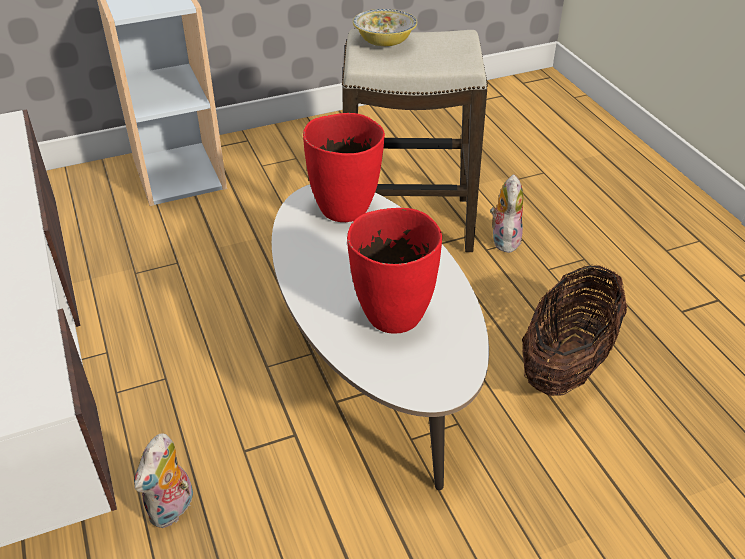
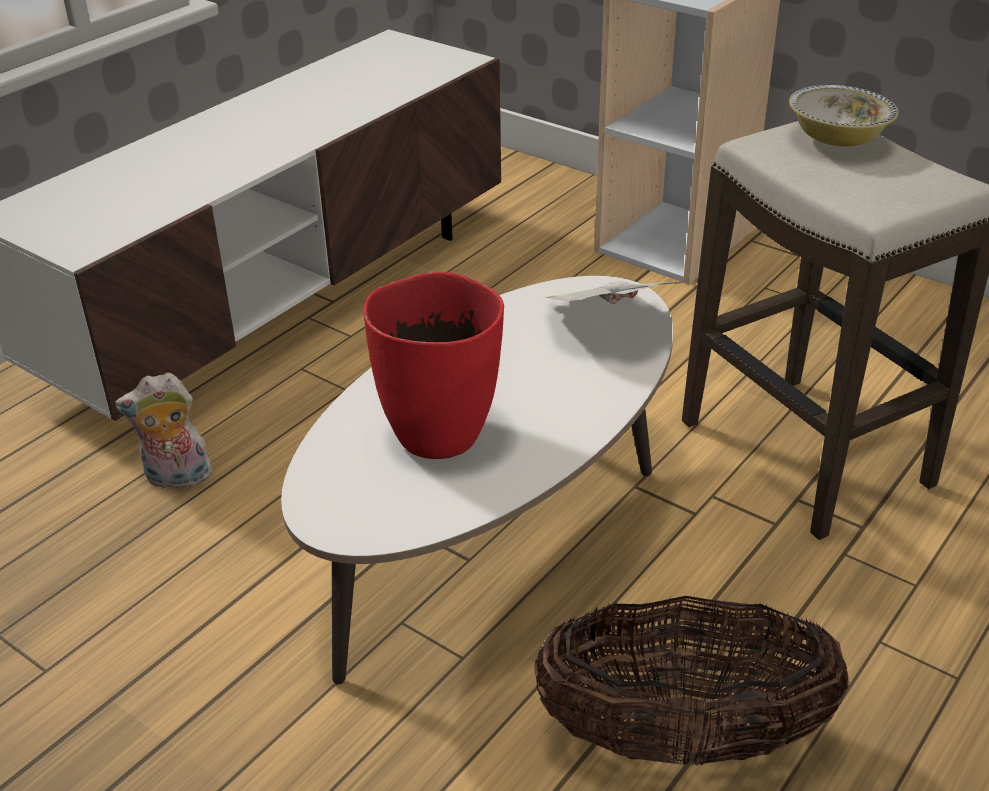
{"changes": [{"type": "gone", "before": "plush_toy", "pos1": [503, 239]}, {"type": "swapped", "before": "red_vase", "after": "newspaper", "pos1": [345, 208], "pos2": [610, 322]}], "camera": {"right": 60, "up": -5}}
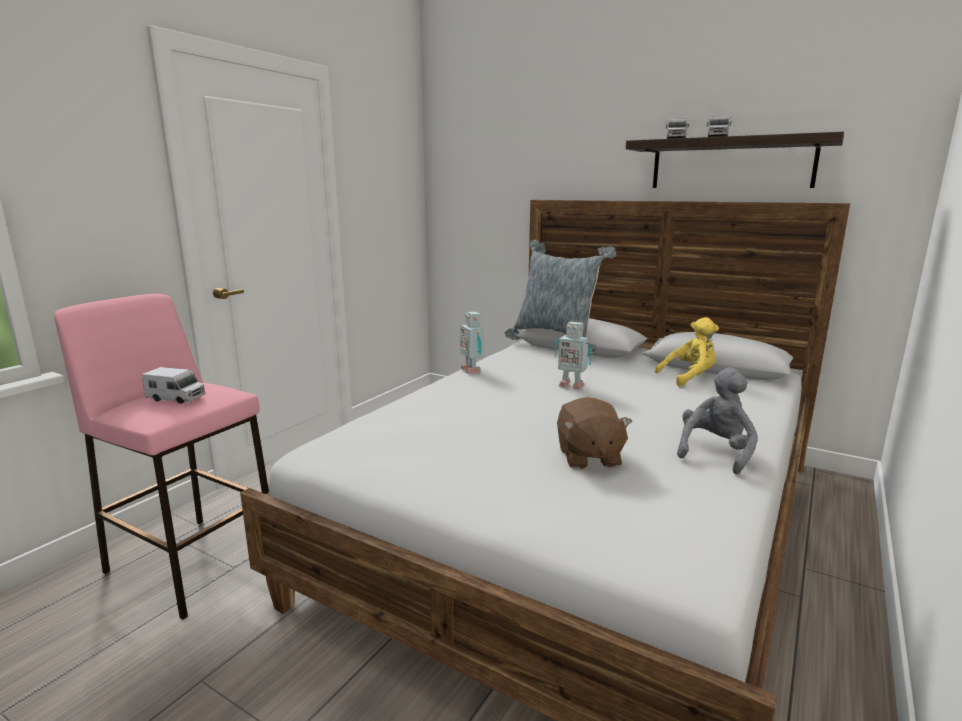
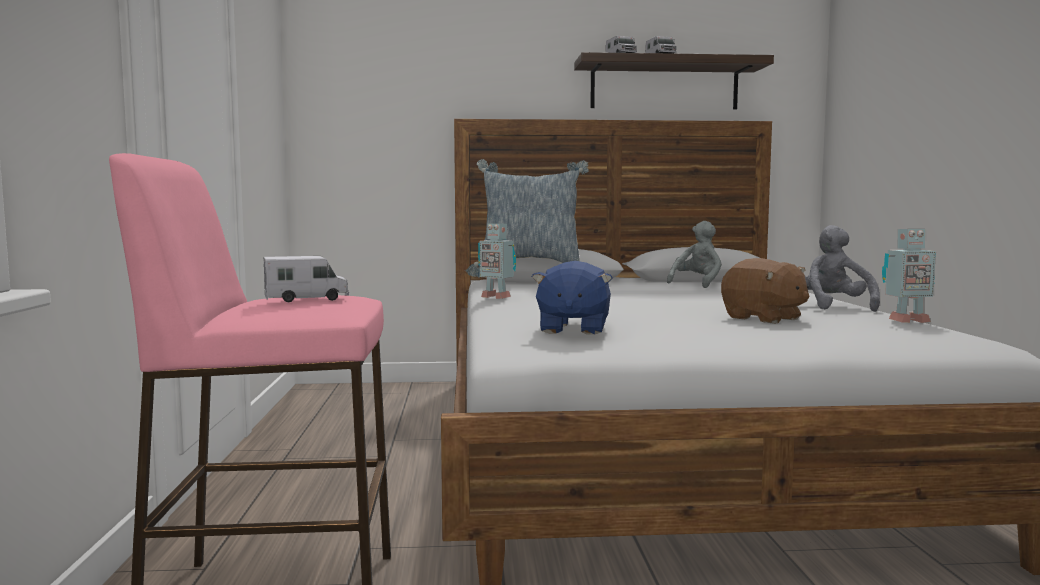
{"changes": [{"type": "new", "after": "blue_plush_toy", "pos2": [572, 329]}, {"type": "shifted", "before": "toy_robot", "pos1": [571, 385], "pos2": [906, 321]}, {"type": "repainted", "before": "yellow_plush_toy", "after": "grey_plush_toy", "pos1": [689, 377], "pos2": [697, 284]}], "camera": {"right": -35, "up": -10}}
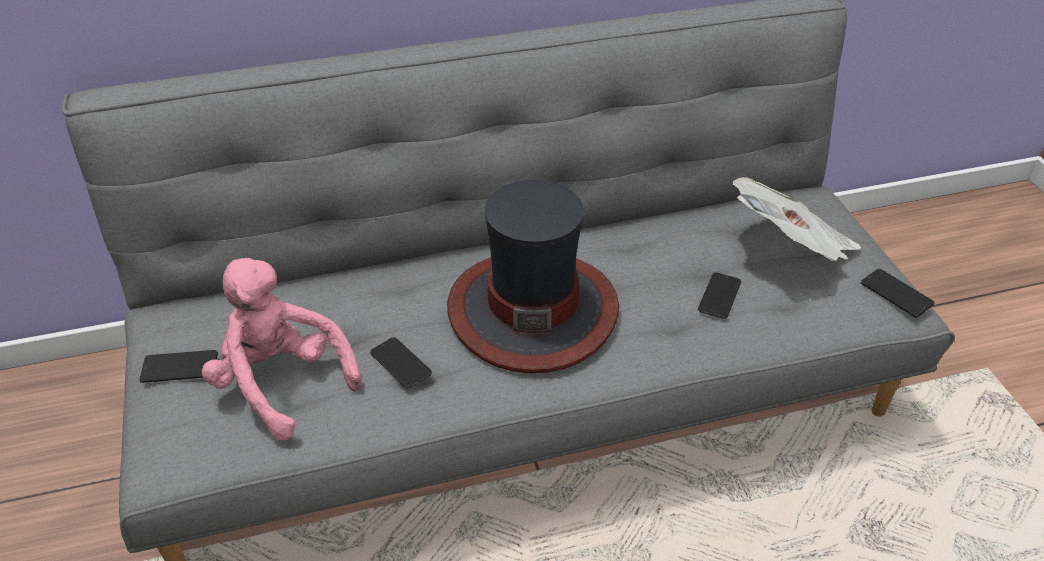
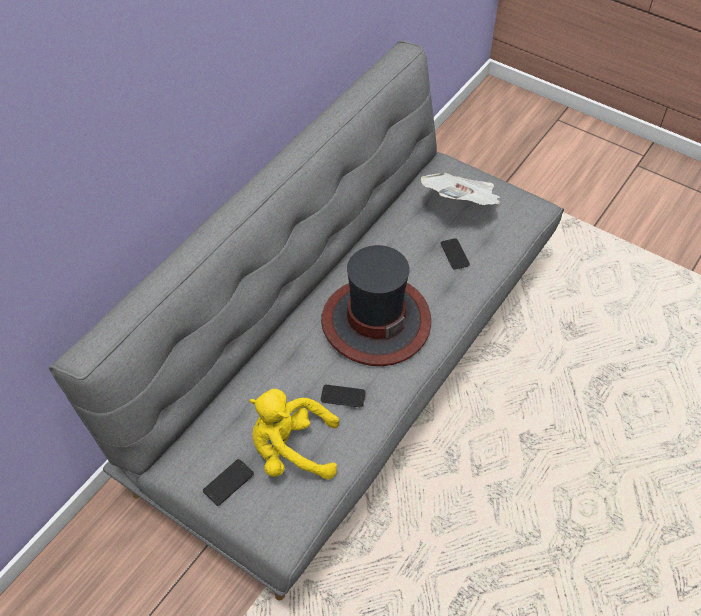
{"changes": [{"type": "gone", "before": "phone", "pos1": [896, 293]}, {"type": "repainted", "before": "pink_plush_toy", "after": "yellow_plush_toy", "pos1": [281, 383], "pos2": [292, 450]}], "camera": {"right": -40, "up": 10}}
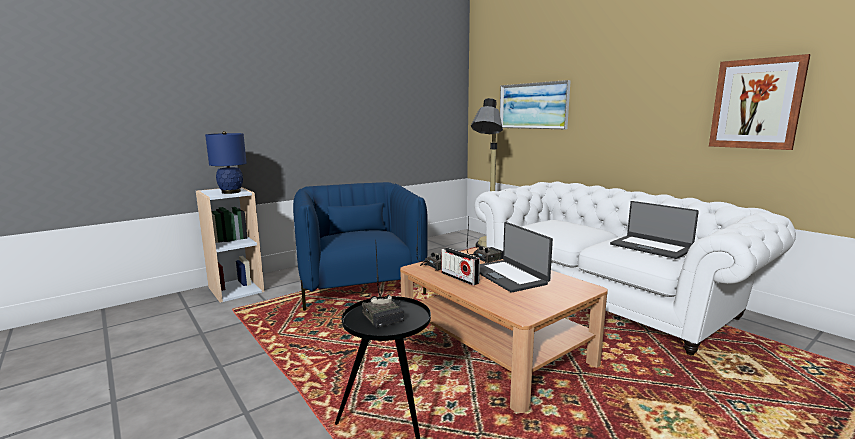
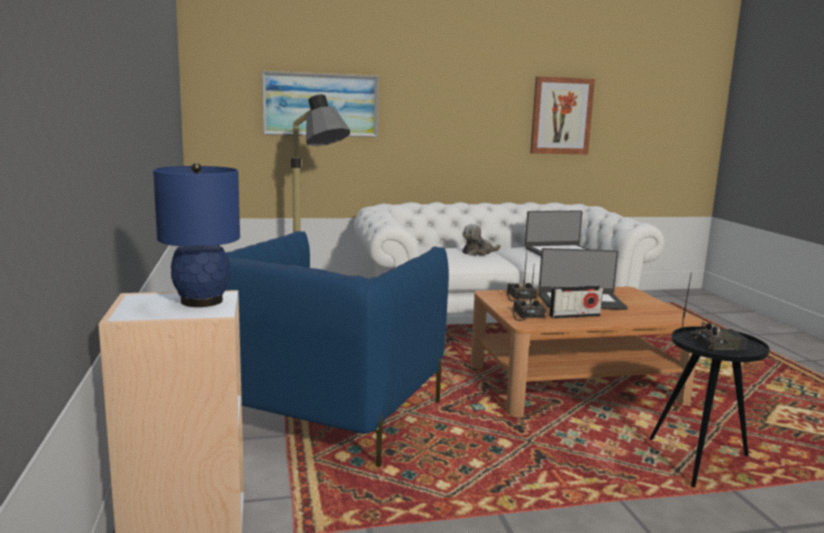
{"changes": [{"type": "new", "after": "plush_toy", "pos2": [478, 252]}, {"type": "rotated", "before": "blue_armchair", "pos1": [360, 285], "pos2": [324, 411], "turn": -75}], "camera": {"right": -65, "up": 0}}
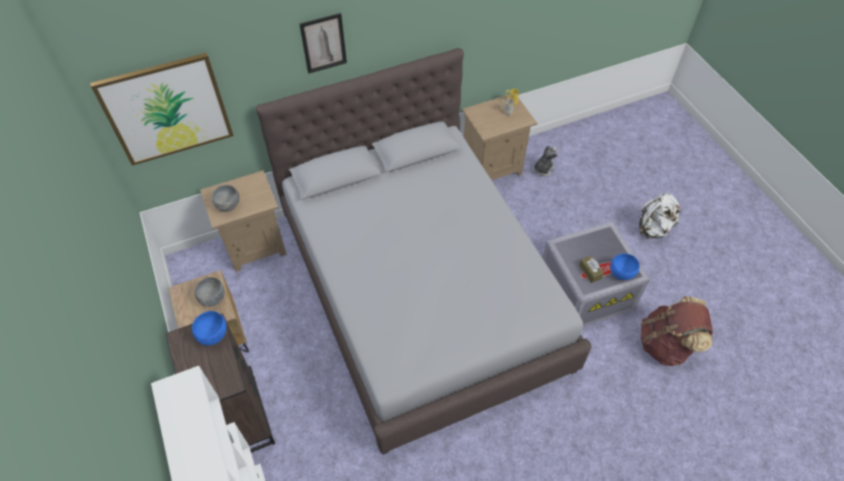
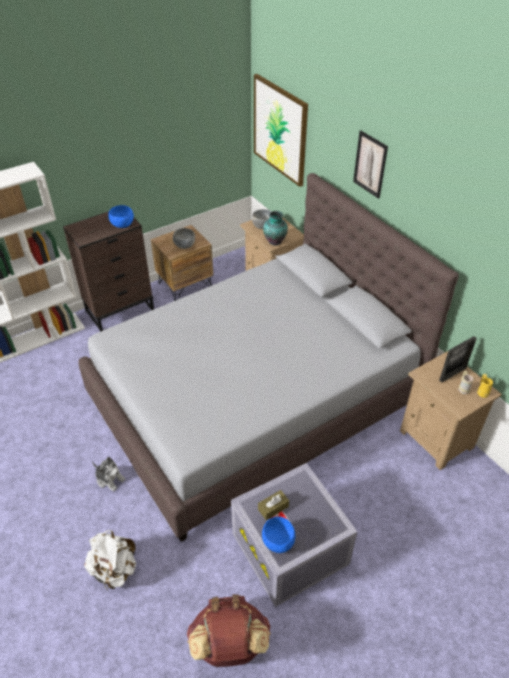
{"changes": [{"type": "new", "after": "vase", "pos2": [275, 241]}, {"type": "new", "after": "picture_frame", "pos2": [452, 374]}, {"type": "shifted", "before": "plush_toy", "pos1": [543, 169], "pos2": [110, 479]}, {"type": "shifted", "before": "white_backpack", "pos1": [654, 228], "pos2": [114, 570]}], "camera": {"right": 80, "up": -10}}
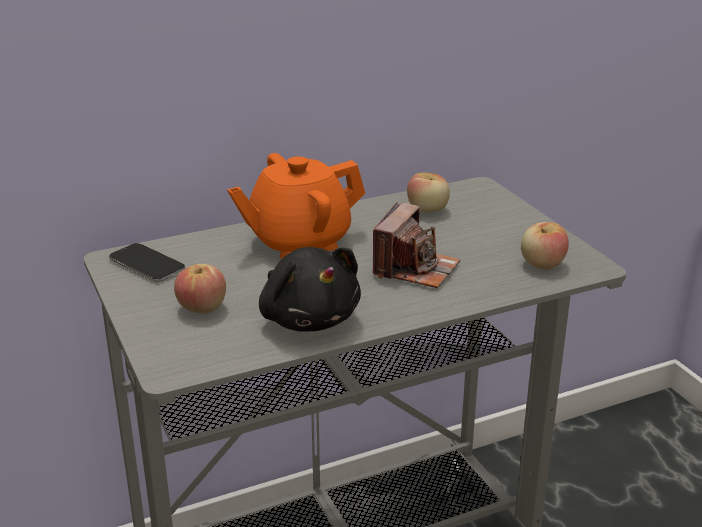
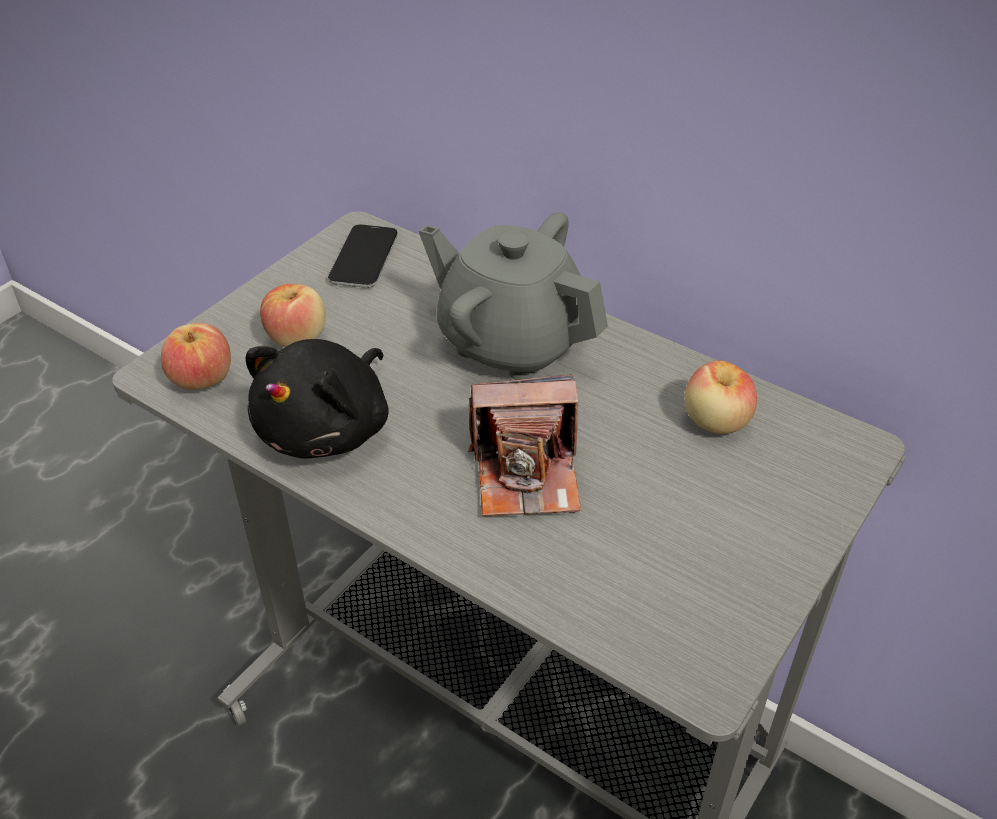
{"changes": [{"type": "shifted", "before": "apple", "pos1": [542, 264], "pos2": [201, 379]}, {"type": "repainted", "before": "orange_teapot", "after": "grey_teapot", "pos1": [298, 242], "pos2": [511, 342]}], "camera": {"right": 60, "up": 15}}
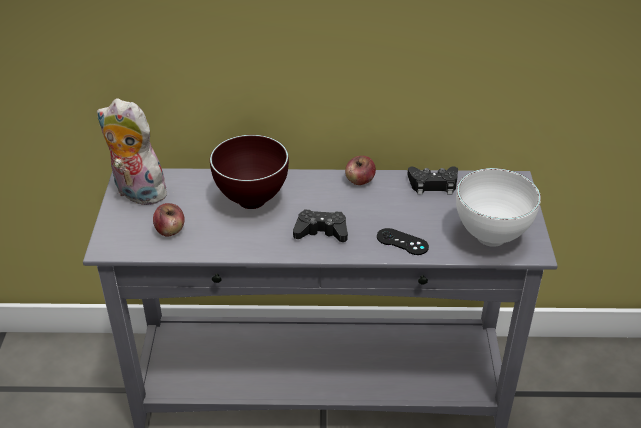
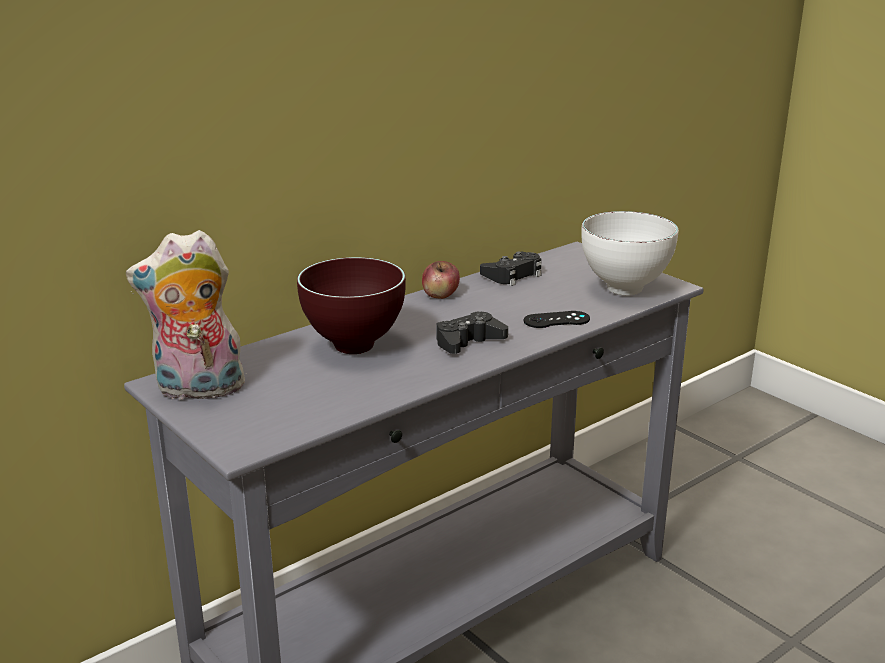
{"changes": [{"type": "gone", "before": "apple", "pos1": [170, 230]}], "camera": {"right": -40, "up": -15}}
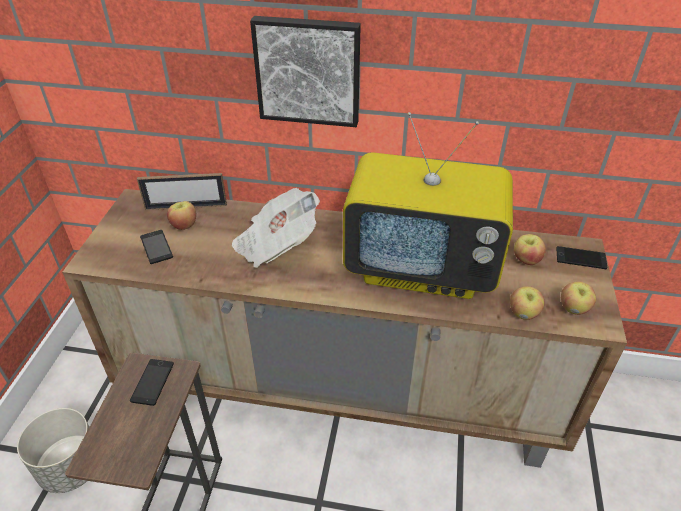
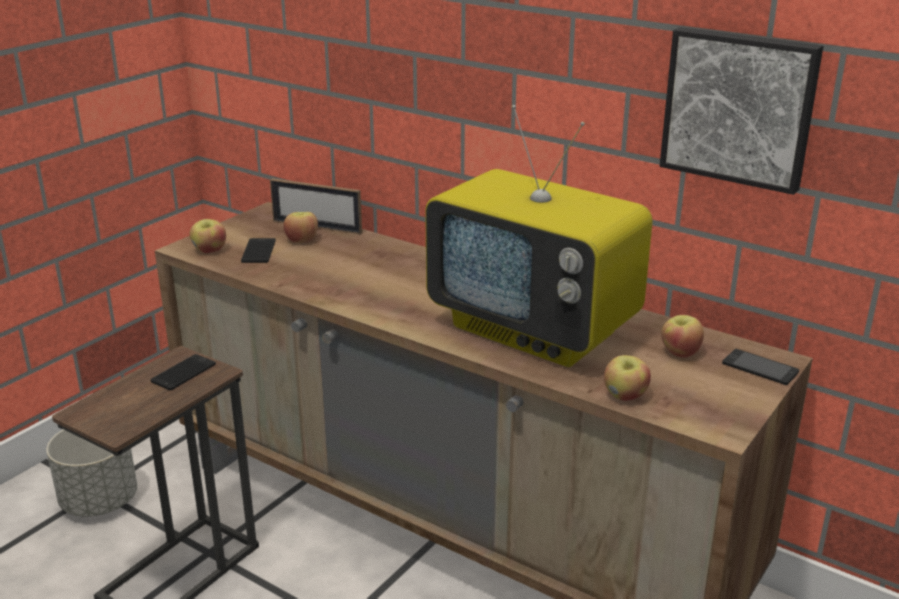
{"changes": [{"type": "gone", "before": "newspaper", "pos1": [276, 244]}, {"type": "shifted", "before": "picture", "pos1": [308, 71], "pos2": [739, 108]}, {"type": "shifted", "before": "apple", "pos1": [574, 309], "pos2": [209, 250]}], "camera": {"right": 25, "up": -15}}
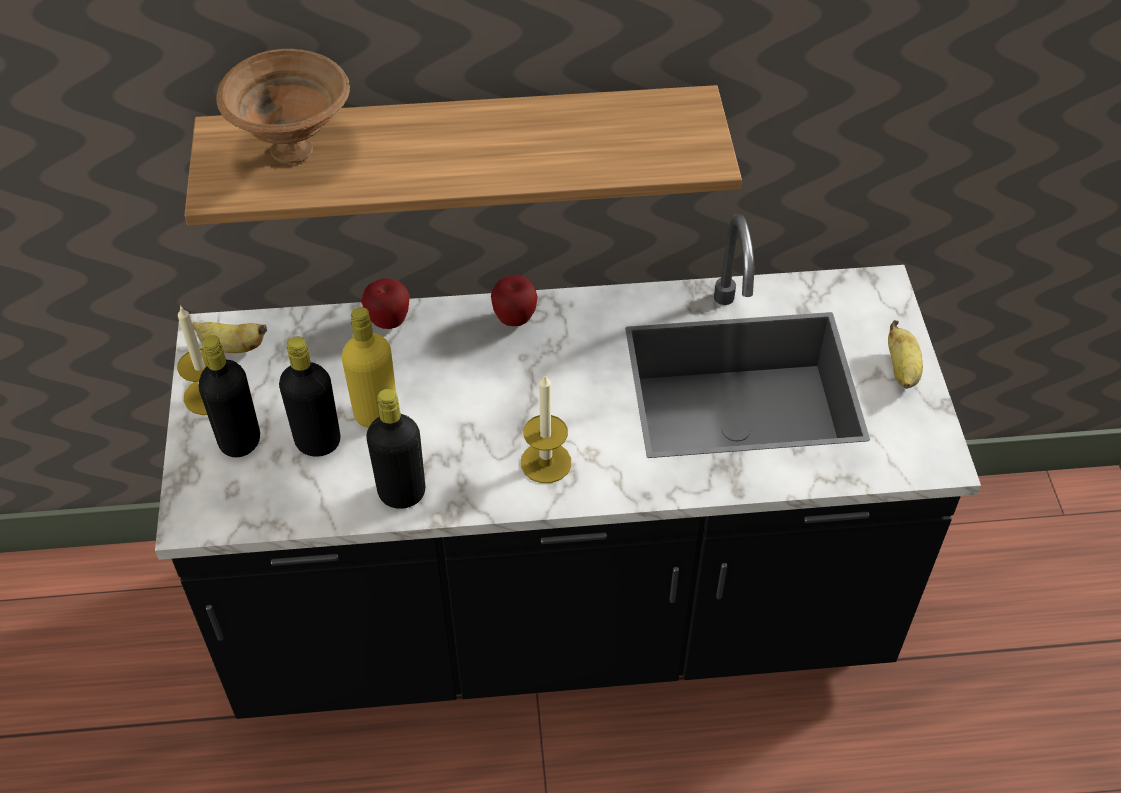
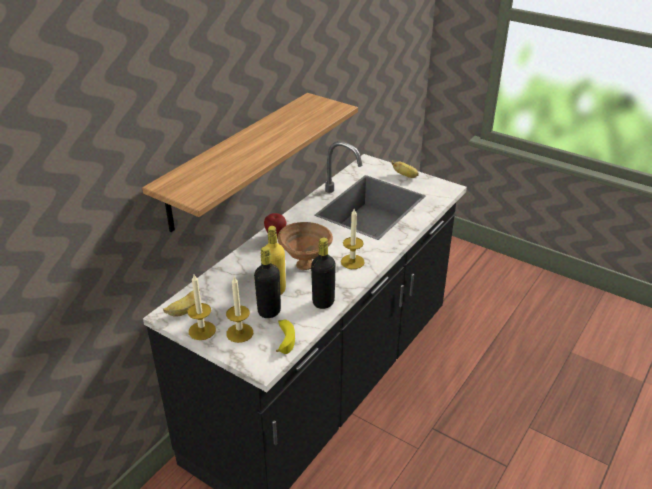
{"changes": [{"type": "gone", "before": "apple", "pos1": [388, 322]}, {"type": "new", "after": "banana", "pos2": [284, 339]}, {"type": "shifted", "before": "brown_bowl", "pos1": [295, 150], "pos2": [305, 264]}, {"type": "swapped", "before": "black_bottle", "after": "candle", "pos1": [240, 441], "pos2": [239, 333]}], "camera": {"right": -50, "up": -15}}
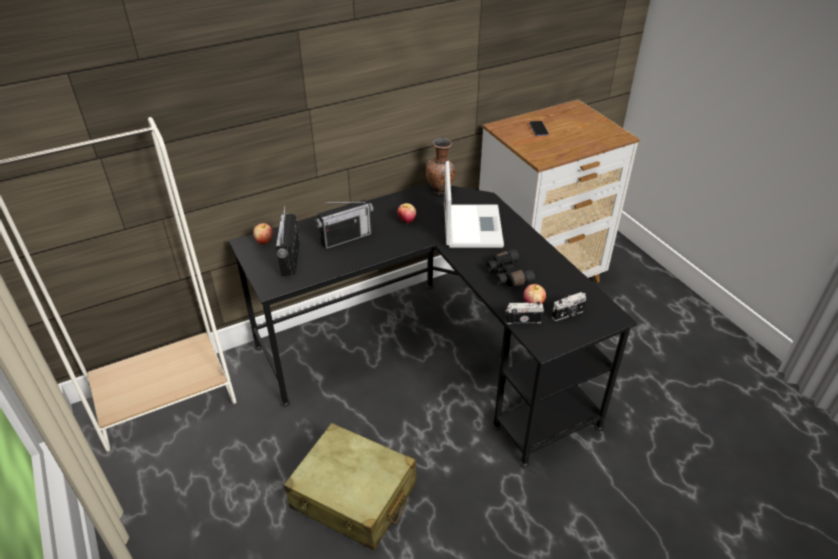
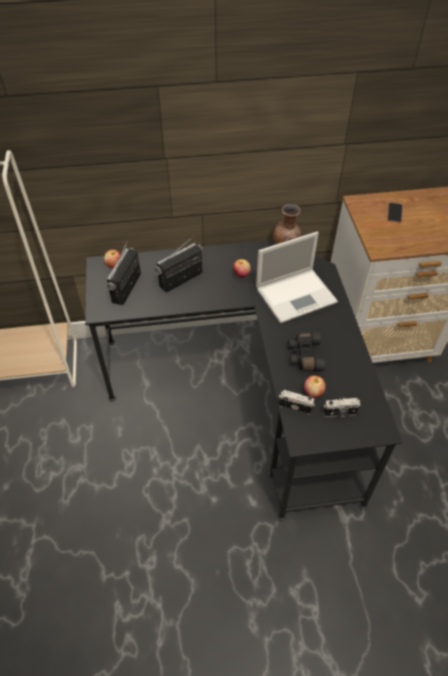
{"changes": [{"type": "gone", "before": "beige_suitcase", "pos1": [354, 496]}, {"type": "rotated", "before": "radio", "pos1": [346, 238], "pos2": [181, 279], "turn": 150}, {"type": "rotated", "before": "laptop", "pos1": [472, 225], "pos2": [297, 295], "turn": 45}], "camera": {"right": 20, "up": 10}}
